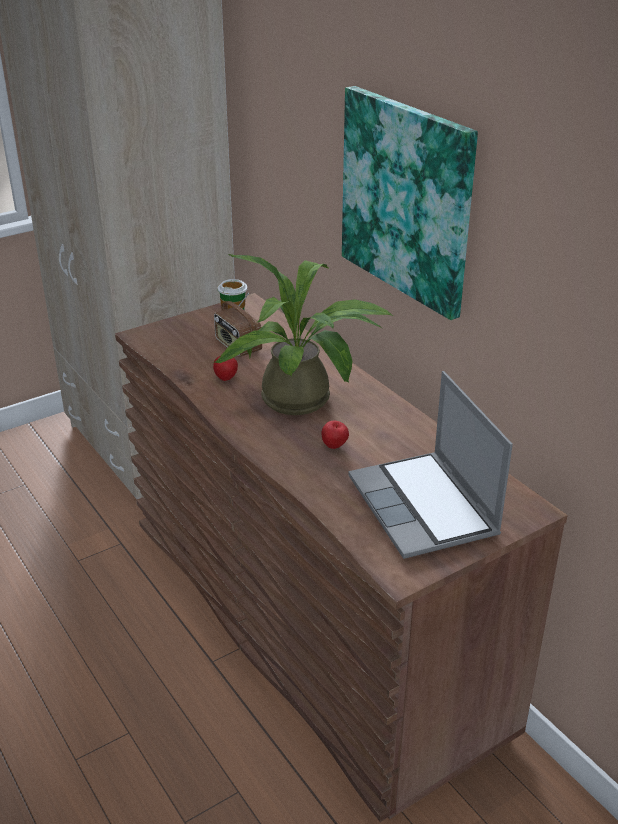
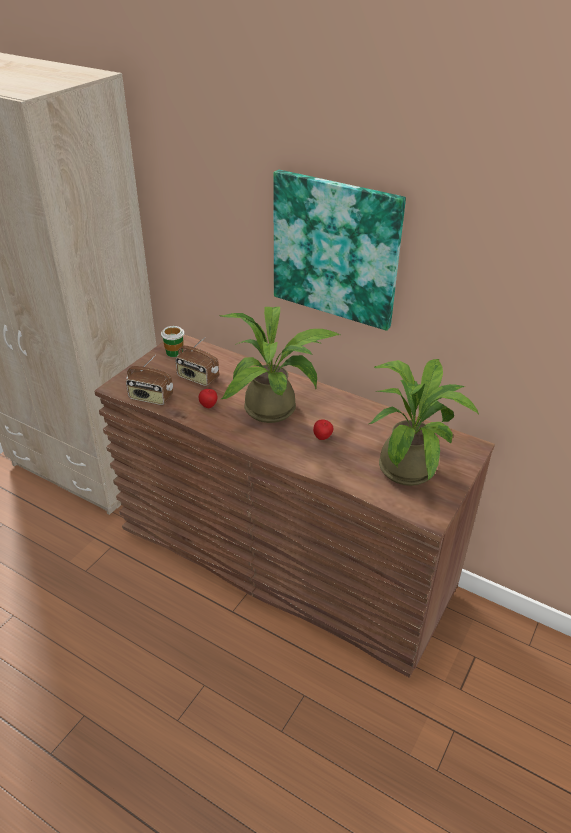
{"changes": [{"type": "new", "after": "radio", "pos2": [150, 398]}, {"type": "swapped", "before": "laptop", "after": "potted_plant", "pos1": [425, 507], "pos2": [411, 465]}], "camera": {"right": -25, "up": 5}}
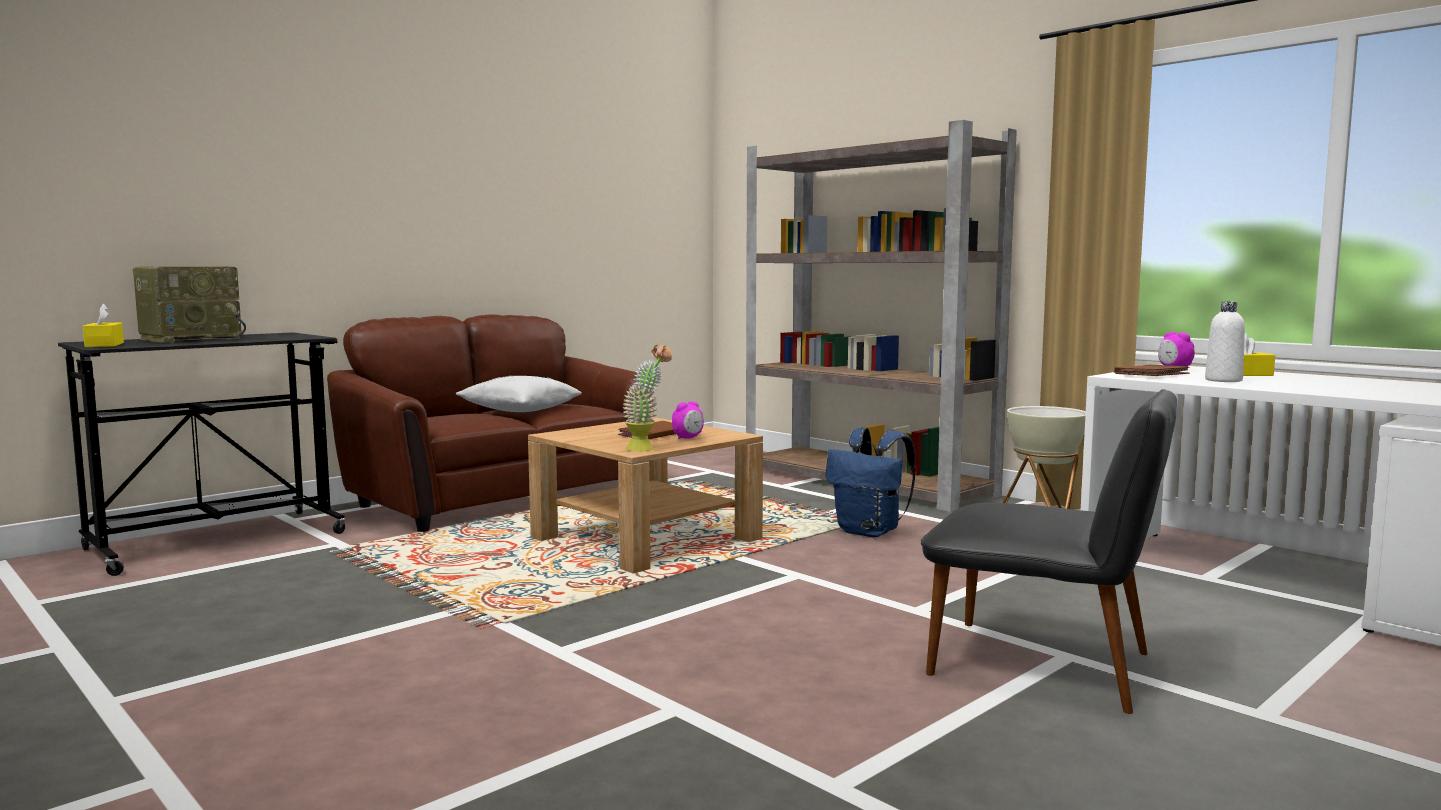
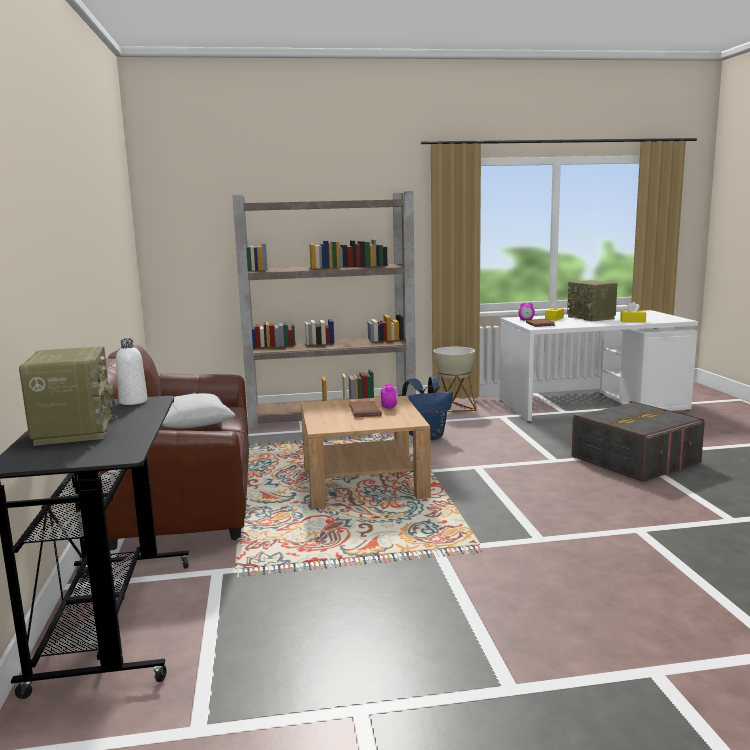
{"changes": [{"type": "gone", "before": "potted_plant", "pos1": [647, 448]}, {"type": "new", "after": "radio", "pos2": [592, 318]}, {"type": "shifted", "before": "yellow_tissue_box", "pos1": [104, 345], "pos2": [632, 321]}, {"type": "shifted", "before": "white_bottle", "pos1": [1223, 380], "pos2": [133, 401]}, {"type": "swapped", "before": "black_chair", "after": "grey_storage_box", "pos1": [1040, 664], "pos2": [635, 460]}], "camera": {"right": -55, "up": 5}}
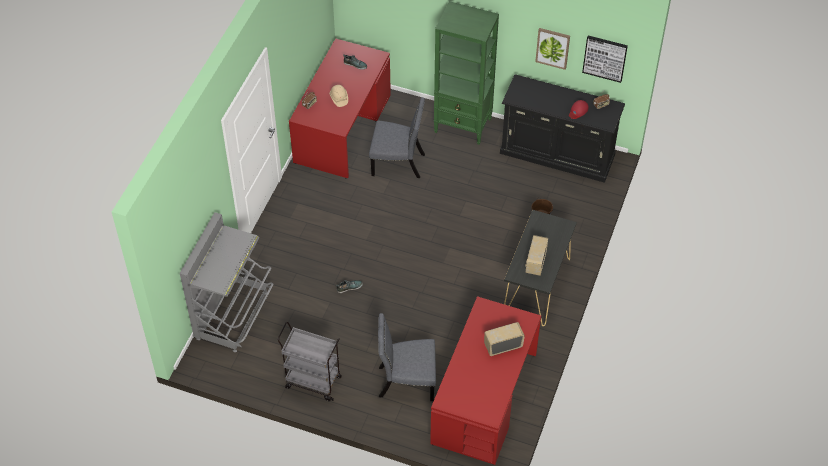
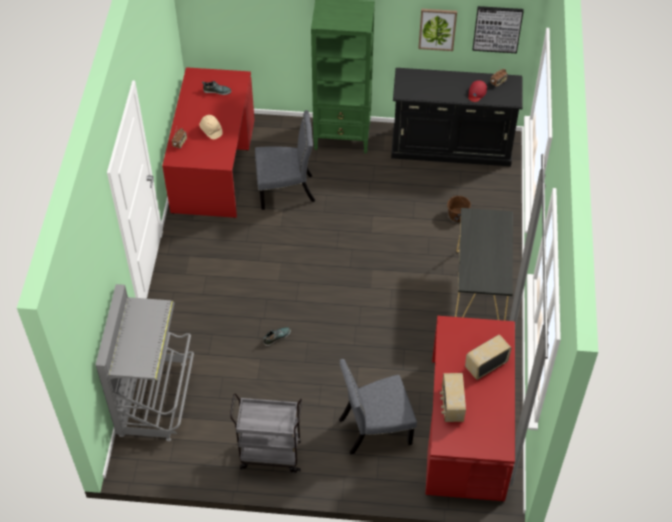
{"changes": [{"type": "shifted", "before": "radio", "pos1": [535, 262], "pos2": [451, 405]}], "camera": {"right": -15, "up": 0}}
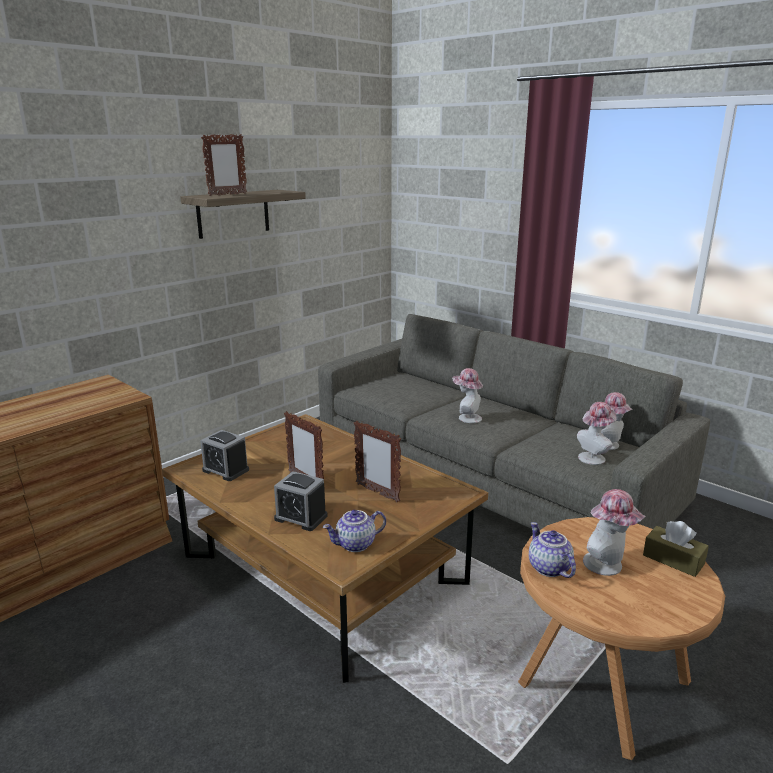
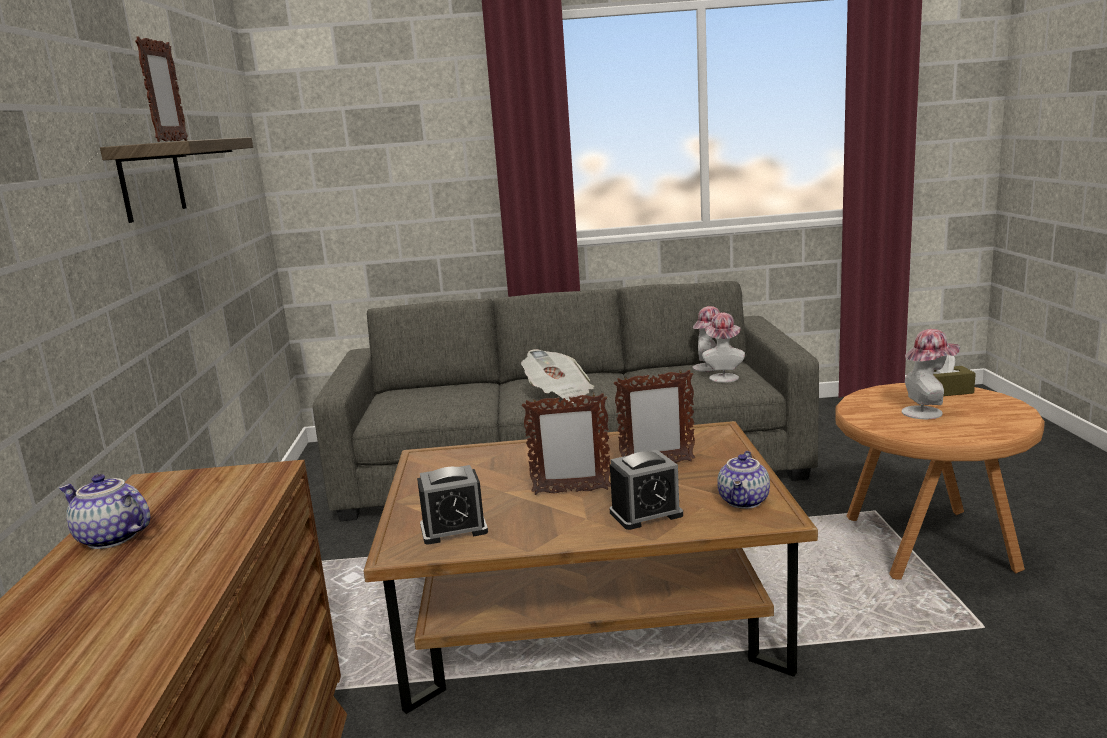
{"changes": [{"type": "shifted", "before": "teapot", "pos1": [548, 568], "pos2": [110, 538]}, {"type": "swapped", "before": "hat", "after": "newspaper", "pos1": [466, 417], "pos2": [559, 394]}], "camera": {"right": -45, "up": -5}}
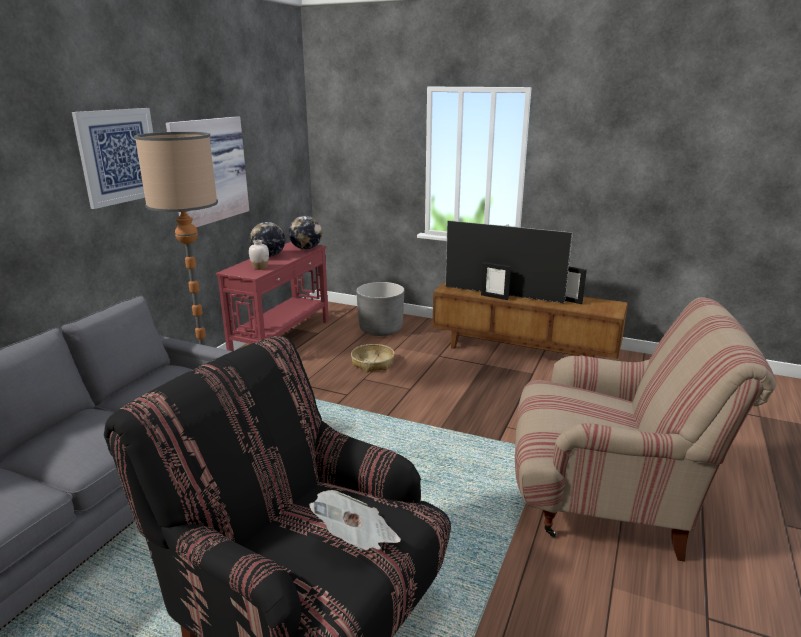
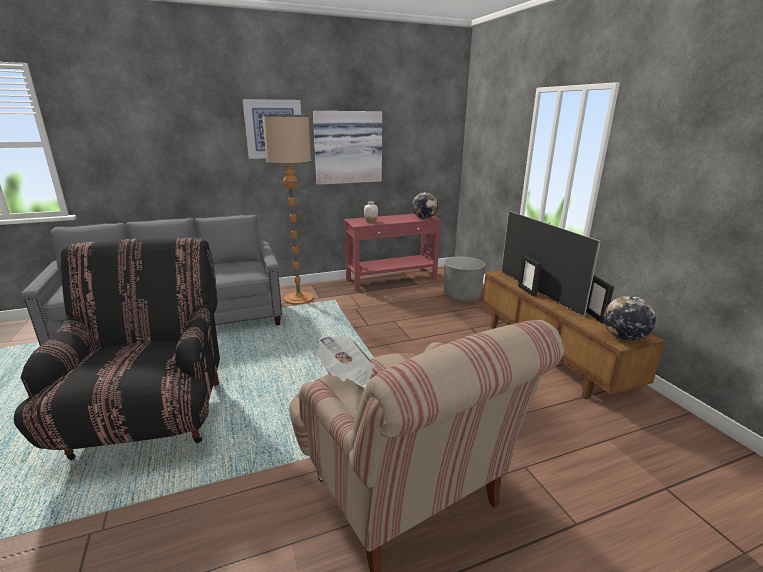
{"changes": [{"type": "gone", "before": "basket", "pos1": [372, 363]}, {"type": "shifted", "before": "globe", "pos1": [269, 256], "pos2": [624, 338]}, {"type": "shifted", "before": "newspaper", "pos1": [357, 538], "pos2": [347, 374]}], "camera": {"right": 45, "up": 0}}
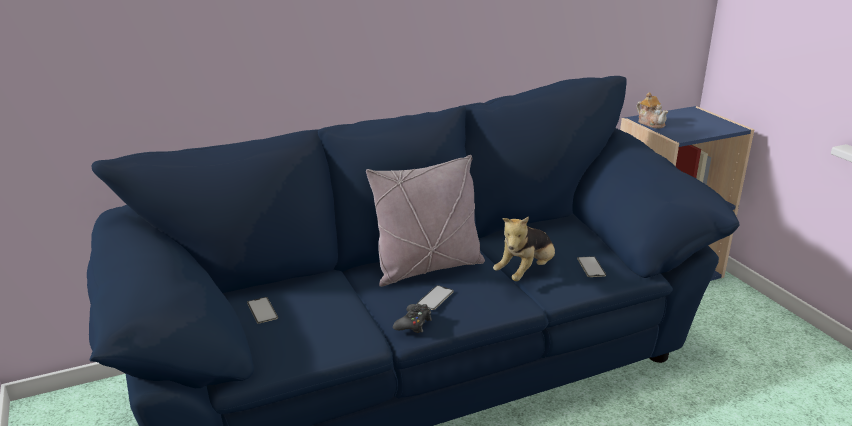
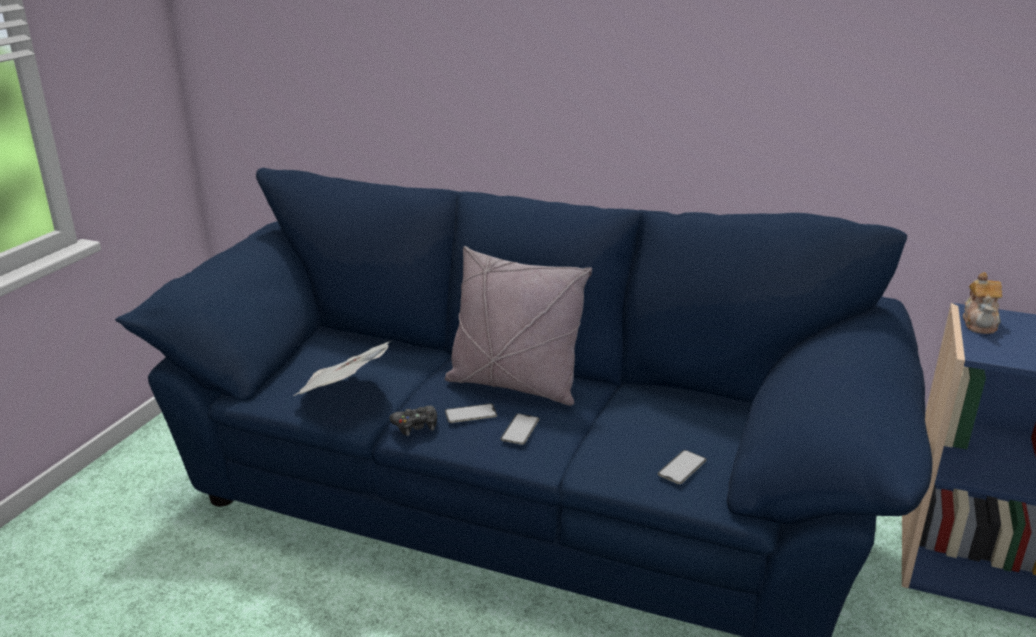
{"changes": [{"type": "gone", "before": "plush_toy", "pos1": [526, 272]}, {"type": "new", "after": "newspaper", "pos2": [344, 391]}, {"type": "shifted", "before": "phone", "pos1": [262, 310], "pos2": [520, 429]}], "camera": {"right": 45, "up": 0}}
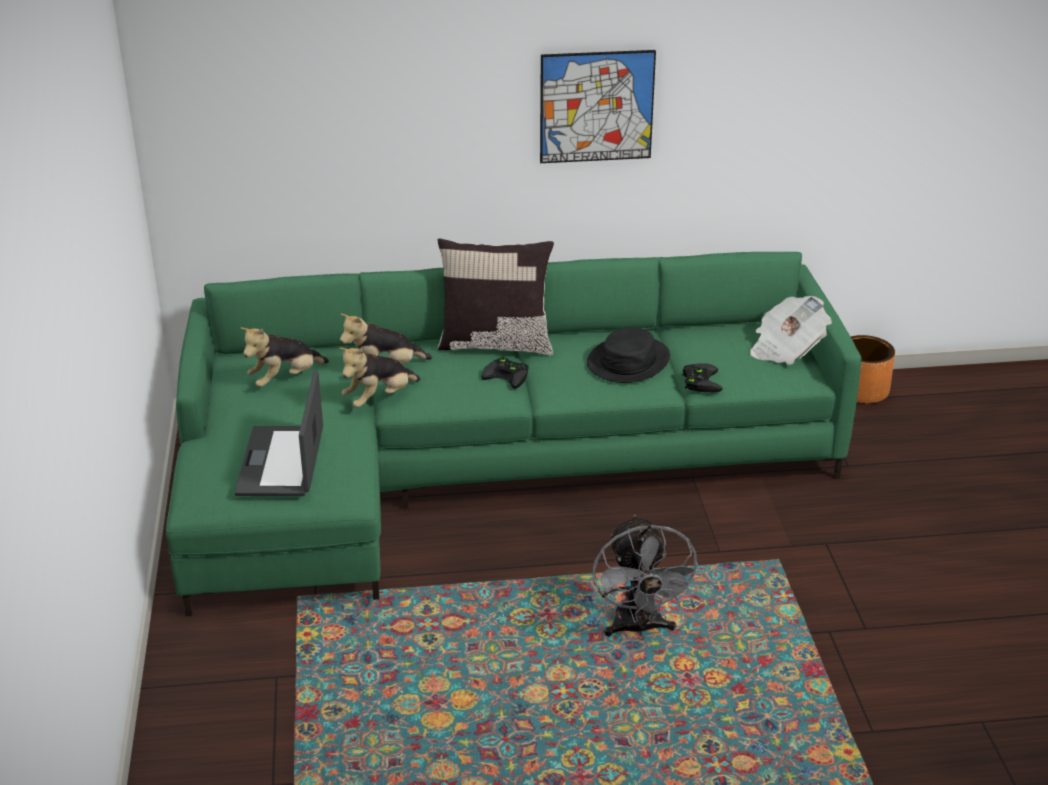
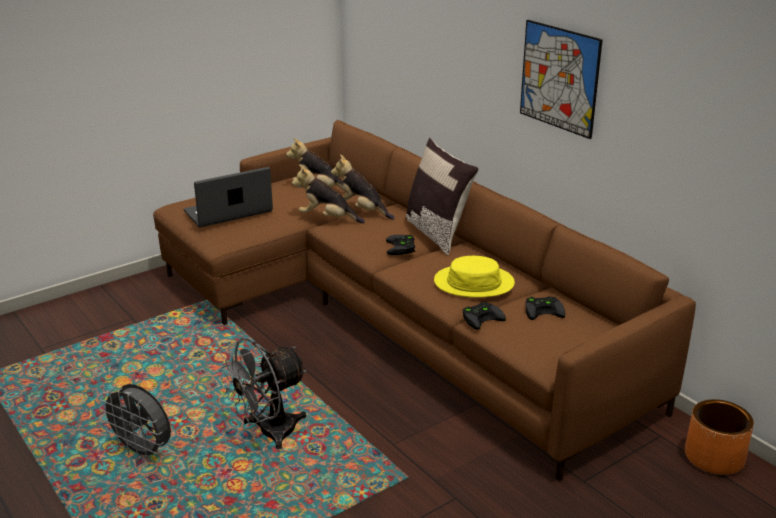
{"changes": [{"type": "gone", "before": "newspaper", "pos1": [786, 348]}, {"type": "new", "after": "grey_fan", "pos2": [143, 452]}, {"type": "new", "after": "black_game_controller", "pos2": [544, 310]}, {"type": "repainted", "before": "green_sofa", "after": "brown_sofa", "pos1": [482, 467], "pos2": [395, 315]}, {"type": "repainted", "before": "black_hat", "after": "yellow_hat", "pos1": [628, 361], "pos2": [474, 283]}], "camera": {"right": 60, "up": -5}}
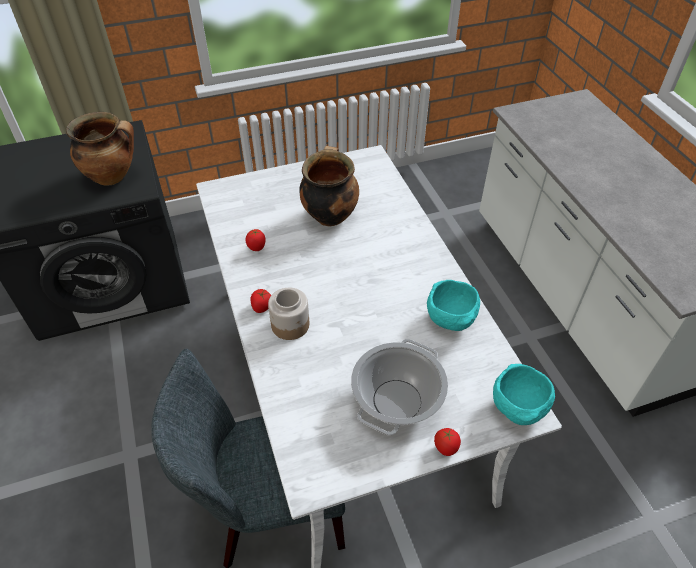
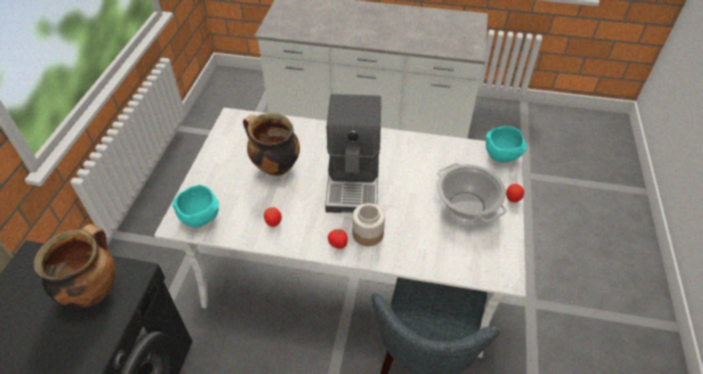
{"changes": [{"type": "new", "after": "coffee_machine", "pos2": [354, 180]}, {"type": "shifted", "before": "turquoise_bowl", "pos1": [451, 320], "pos2": [202, 218]}], "camera": {"right": -60, "up": 0}}
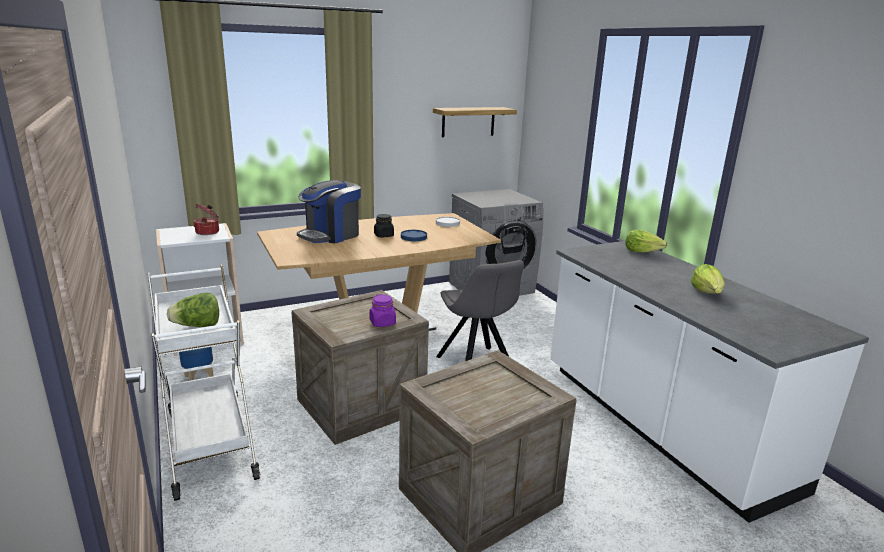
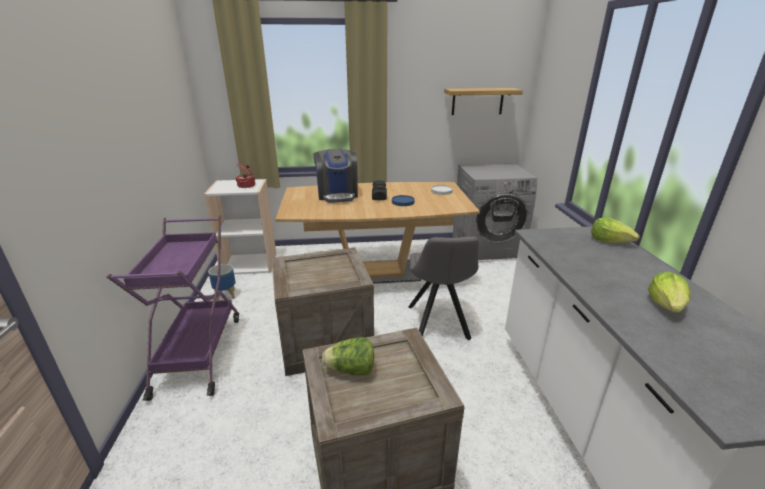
{"changes": [{"type": "gone", "before": "purple_jar", "pos1": [382, 323]}, {"type": "shifted", "before": "lettuce", "pos1": [197, 326], "pos2": [351, 370]}, {"type": "repainted", "before": "white_cart", "after": "purple_cart", "pos1": [211, 443], "pos2": [200, 354]}, {"type": "rotated", "before": "coffee_machine", "pos1": [330, 235], "pos2": [337, 195], "turn": -75}], "camera": {"right": 20, "up": 5}}
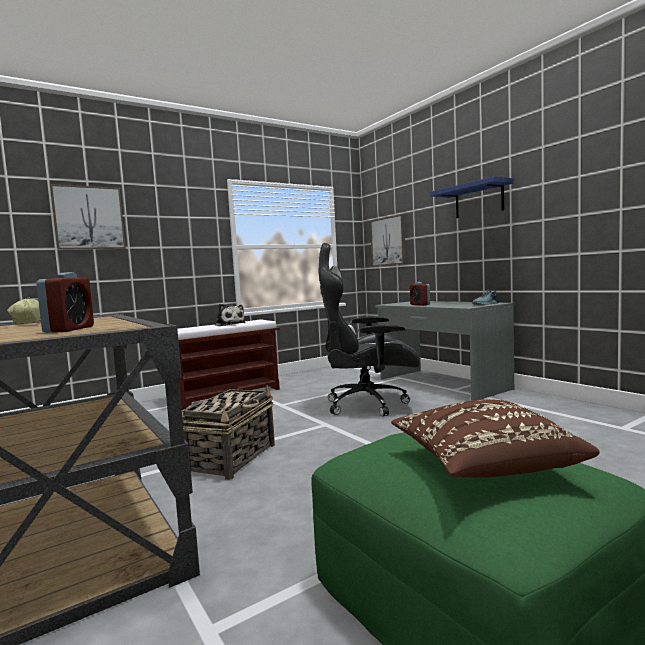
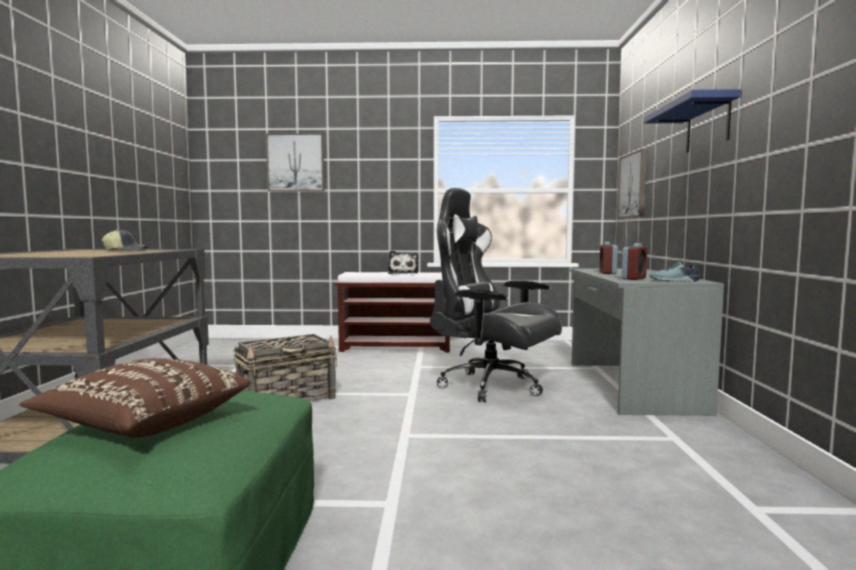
{"changes": [{"type": "shifted", "before": "alarm_clock", "pos1": [69, 329], "pos2": [633, 278]}], "camera": {"right": 35, "up": 0}}
